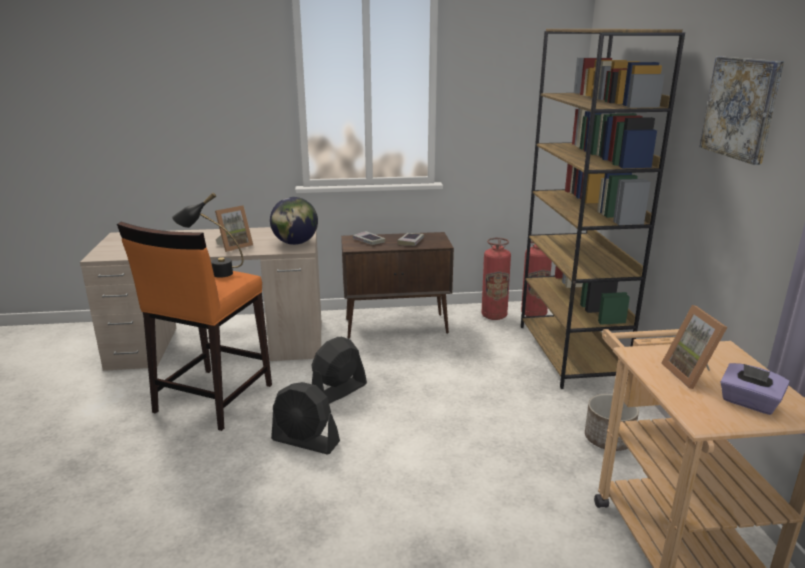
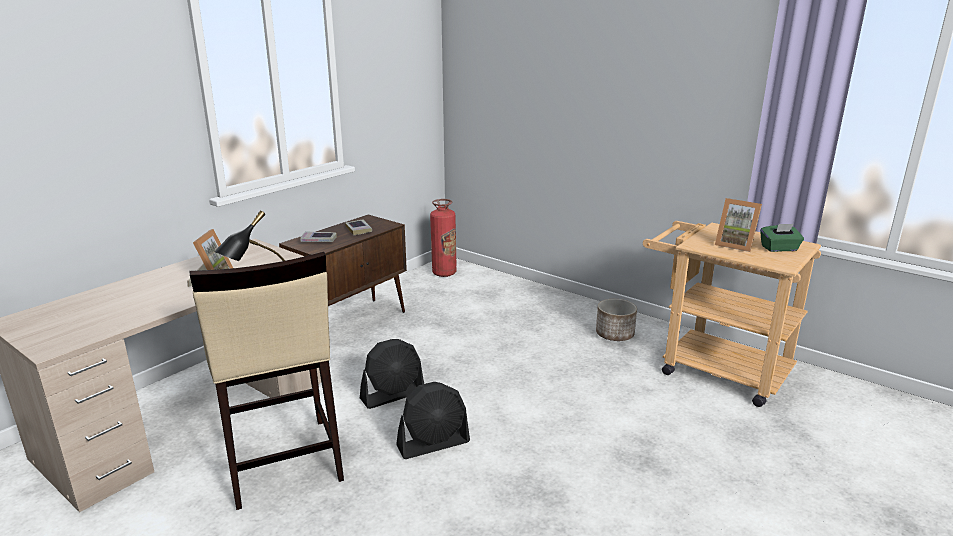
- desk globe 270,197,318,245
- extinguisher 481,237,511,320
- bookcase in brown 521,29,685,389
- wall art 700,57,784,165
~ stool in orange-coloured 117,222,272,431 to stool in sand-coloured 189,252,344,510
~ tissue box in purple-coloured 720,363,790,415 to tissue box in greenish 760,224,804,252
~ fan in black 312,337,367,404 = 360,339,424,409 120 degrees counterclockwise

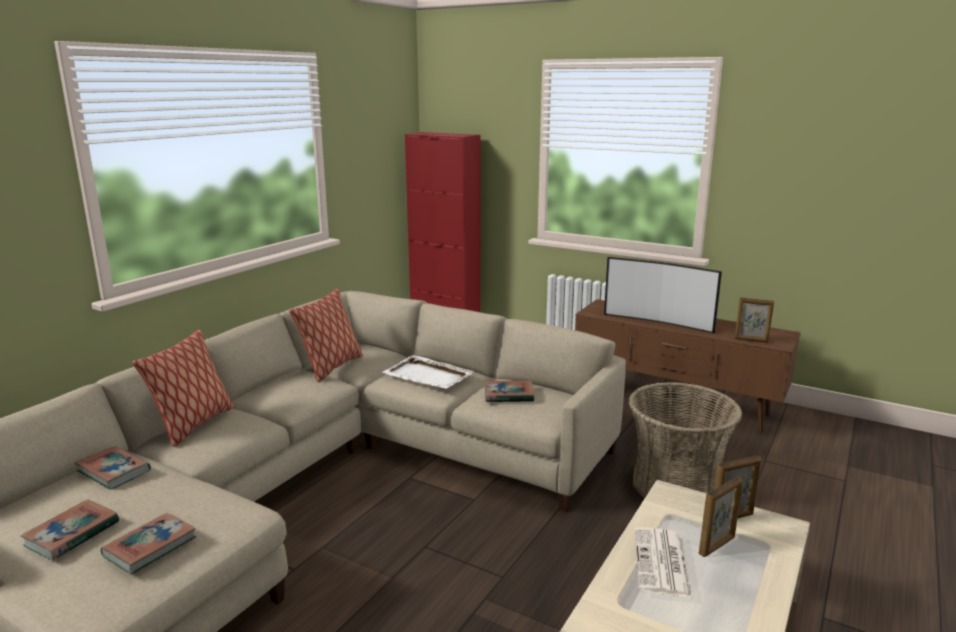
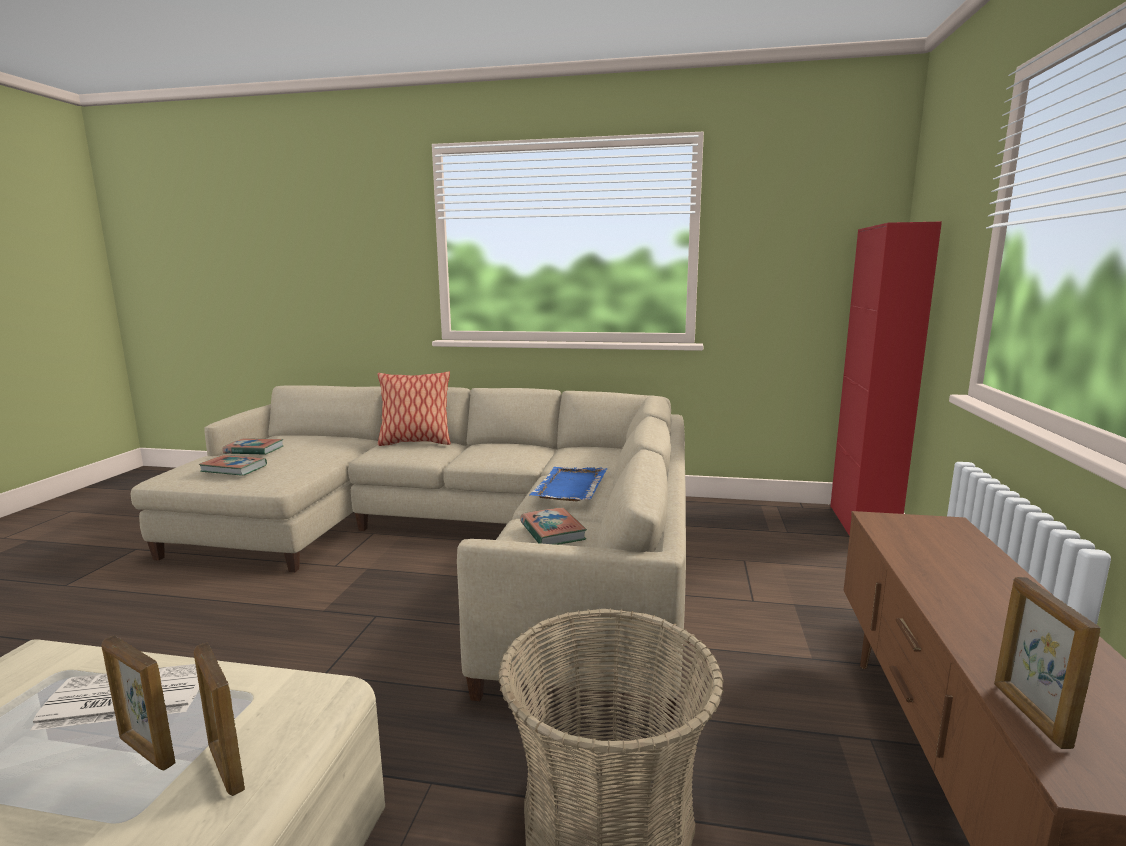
- volume 74,446,151,490
- pillow 289,289,363,382
- TV 604,257,722,333
~ carrying tray in white 382,355,475,389 to carrying tray in bluish 529,467,608,501

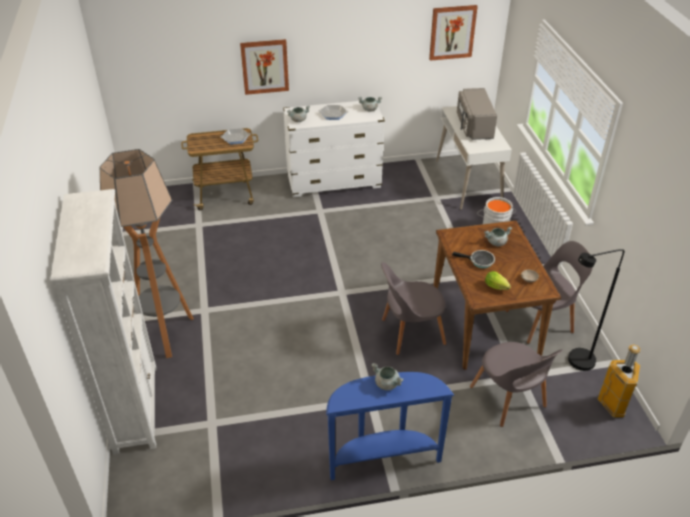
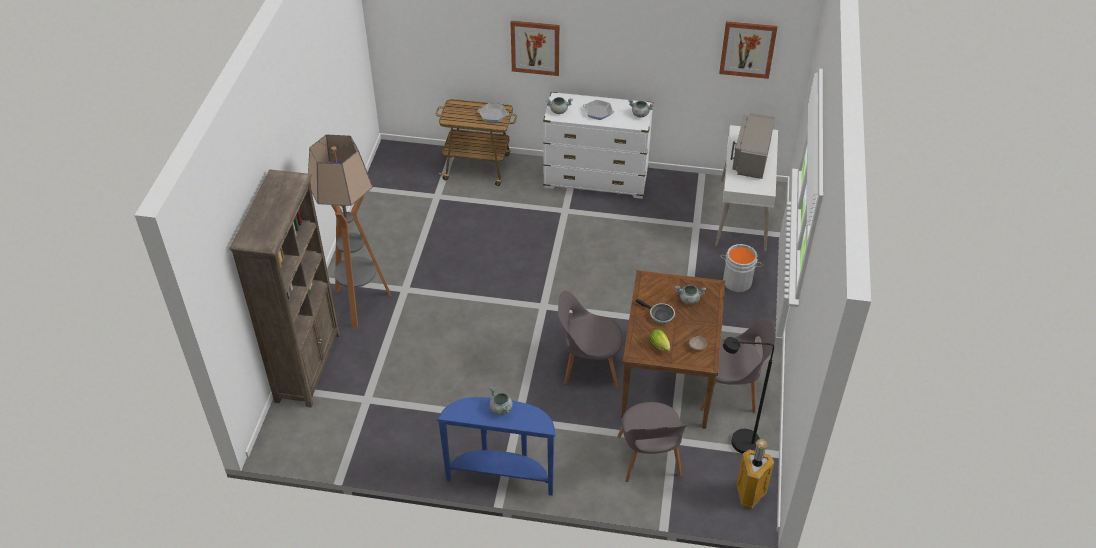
~ bookcase in white 51,189,156,455 to bookcase in brown 230,169,340,408

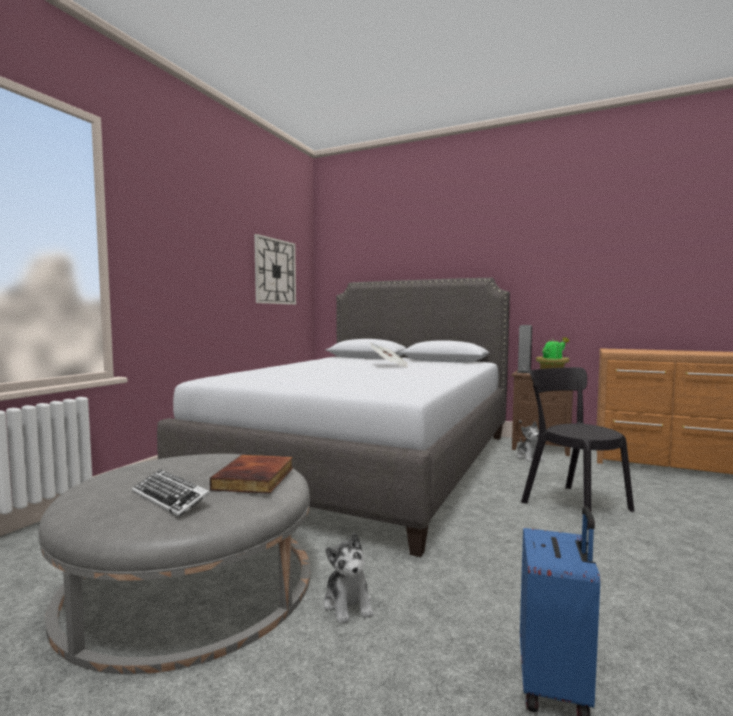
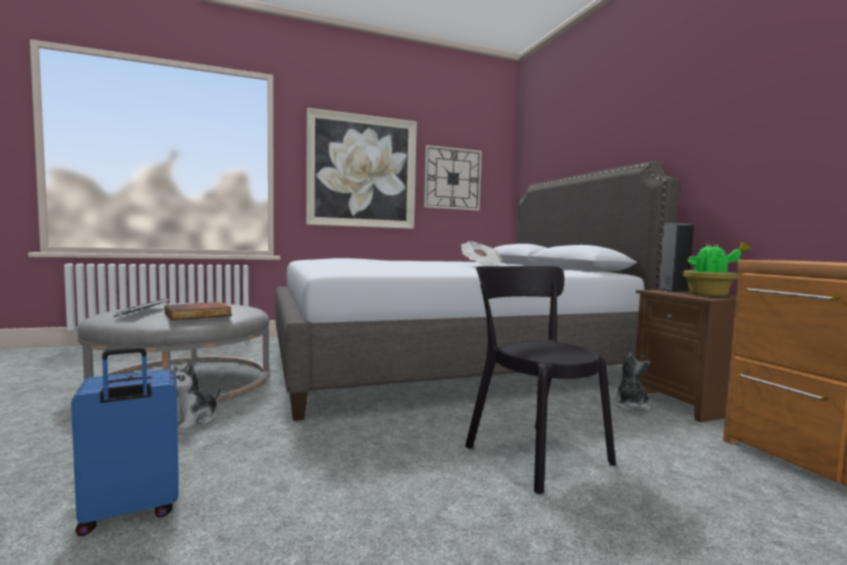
+ wall art 306,108,417,229
~ soft toy 517,421,544,462 = 613,353,650,411 150 degrees clockwise
~ upright chair in black 521,367,634,530 = 465,266,616,494 45 degrees counterclockwise

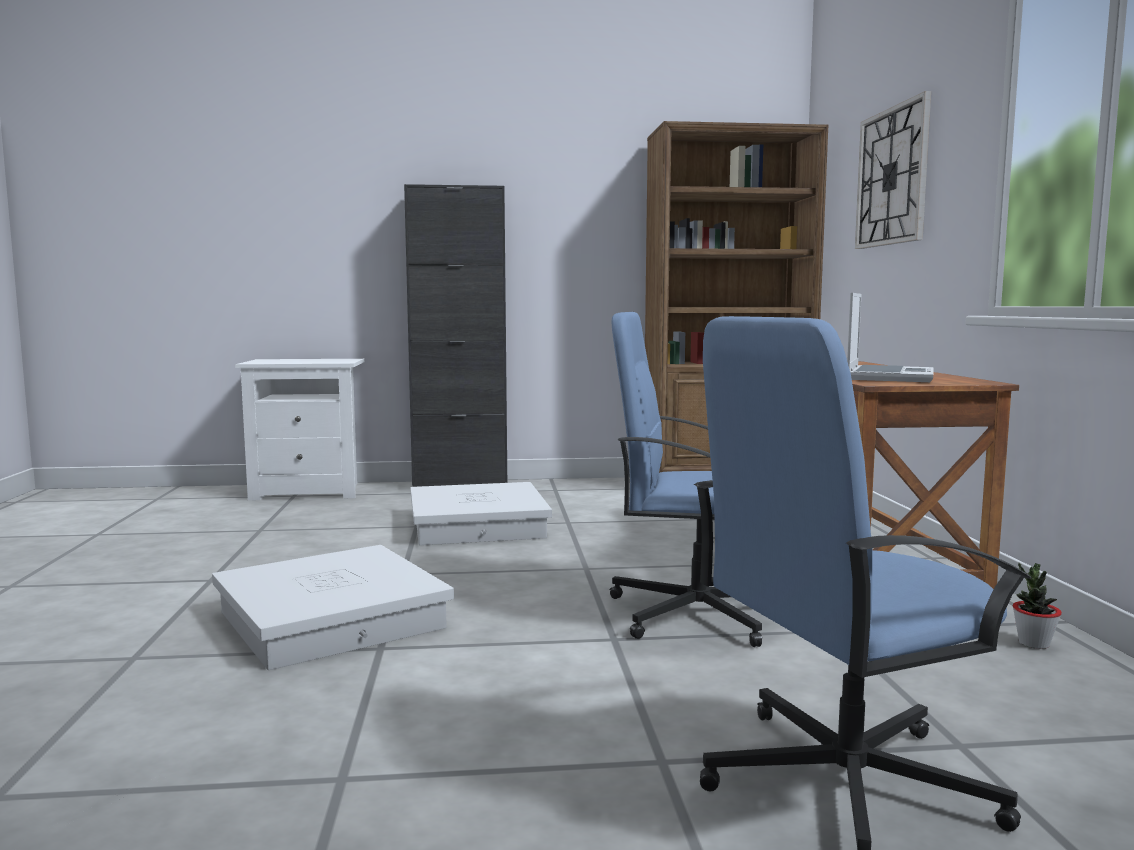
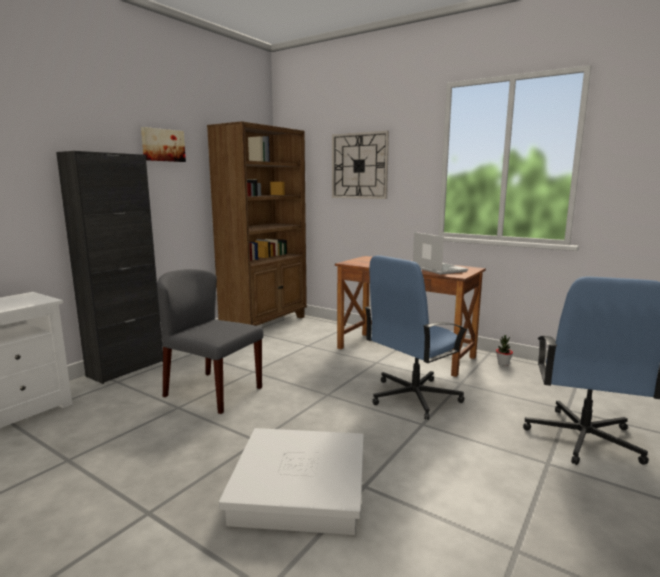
+ wall art 141,127,186,162
~ storage bin in white 411,482,552,545 to upright chair in grey 157,269,263,414

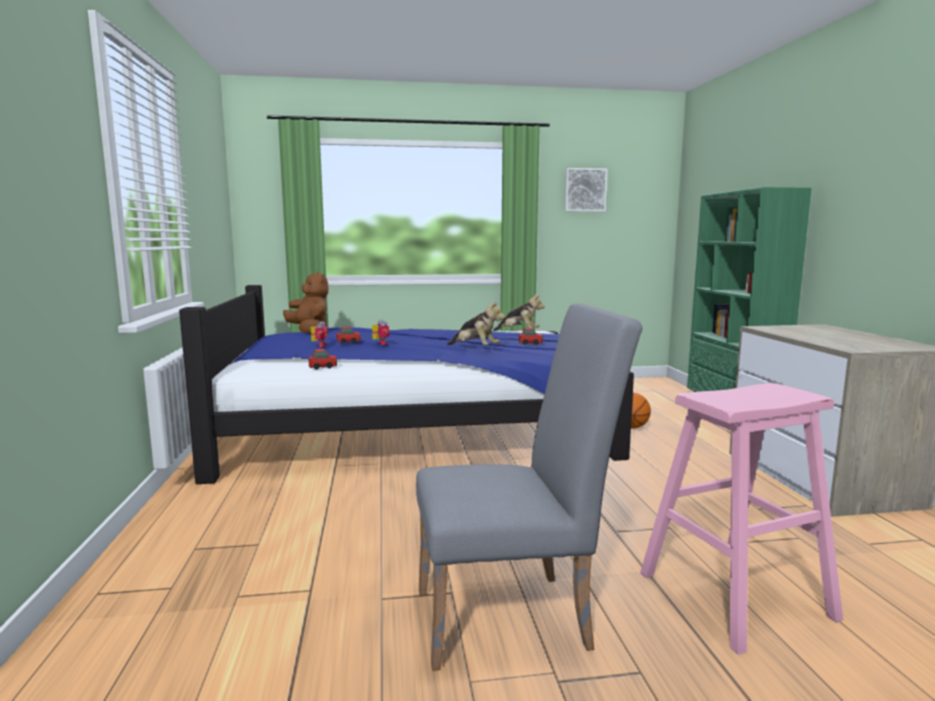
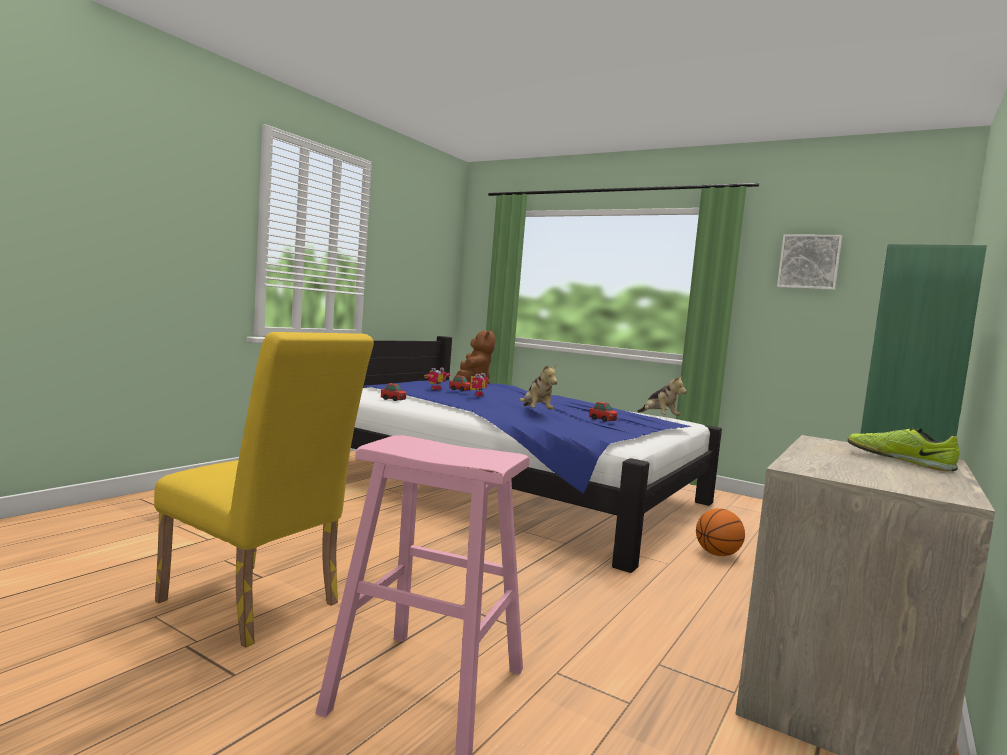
+ shoe 848,428,960,471
~ upright chair in grey 416,303,642,671 to upright chair in yellow 154,332,374,648

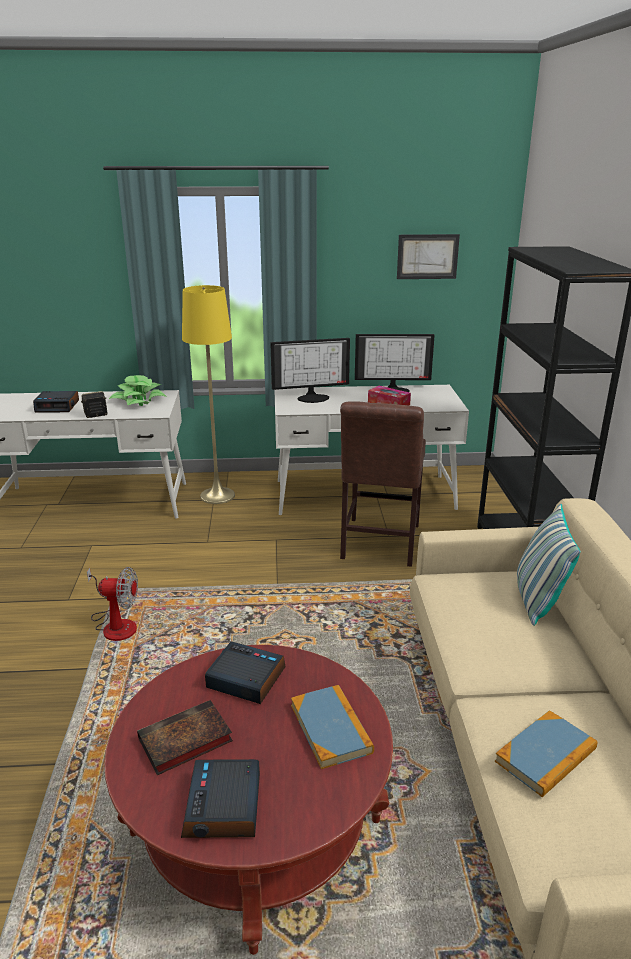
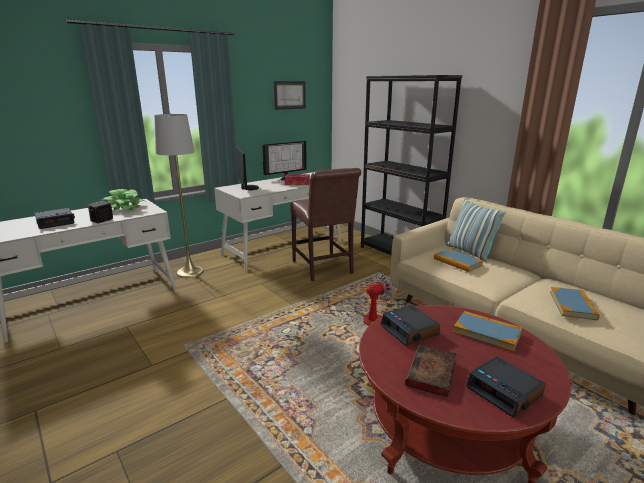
+ volume 434,249,483,272
~ fan 87,567,138,641 to 324,274,393,326
~ standing lamp in yellow 182,285,235,504 to standing lamp in grey 154,114,203,278
~ table clock 205,641,285,704 = 380,305,440,346 105 degrees counterclockwise
~ monitor 270,338,350,403 = 236,146,259,190 60 degrees counterclockwise

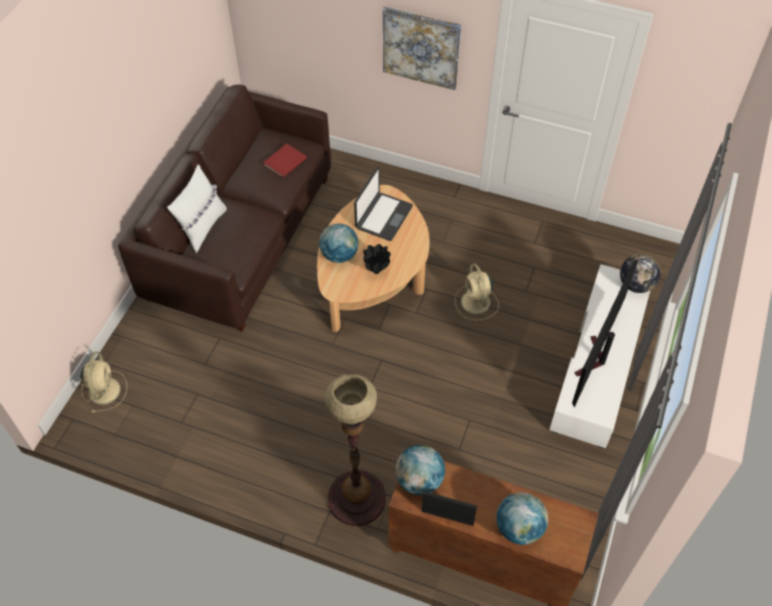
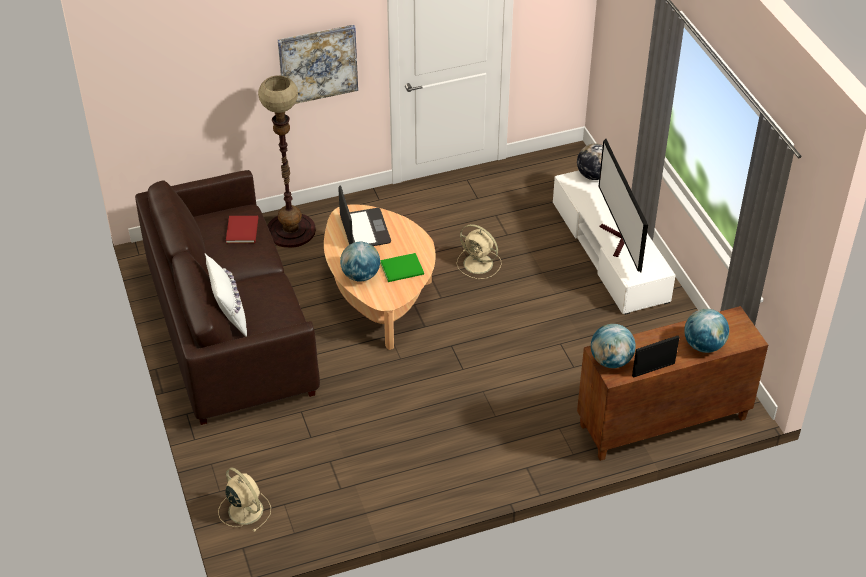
~ standing lamp 325,373,386,526 to 258,75,316,248
~ flower vase in black 363,244,391,274 to volume in greenish 380,253,424,282

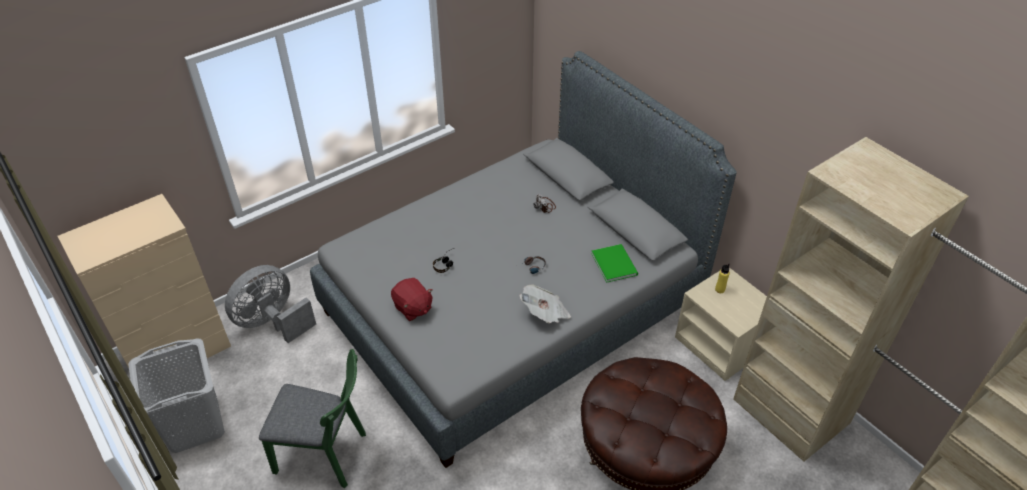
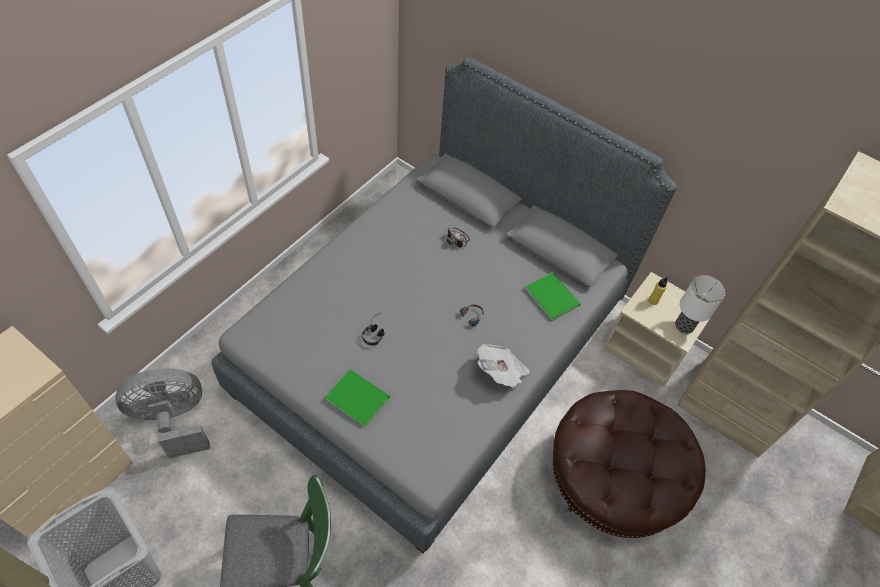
+ tabletop lamp 675,275,725,334
~ soft toy in reddish 391,278,433,321 to volume in greenish 325,370,390,427
~ fan in grey 225,265,316,343 = 115,368,210,459 45 degrees clockwise

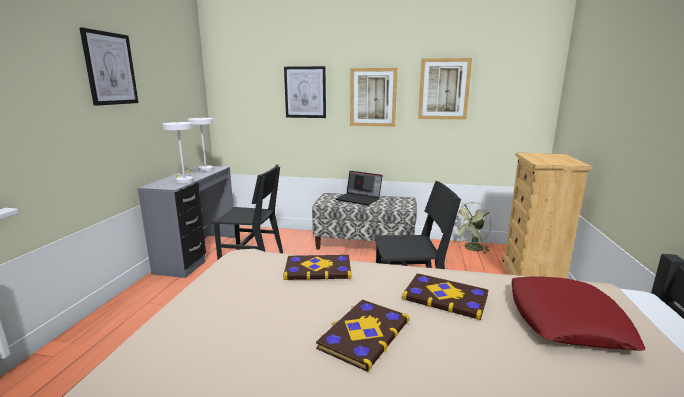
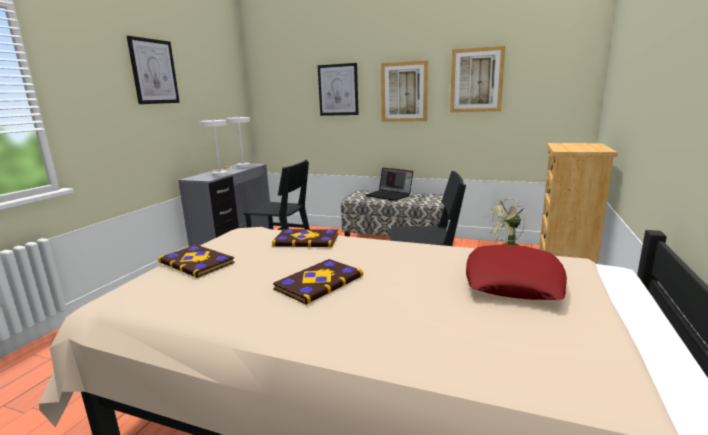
~ volume 402,273,489,320 to 158,245,235,278

